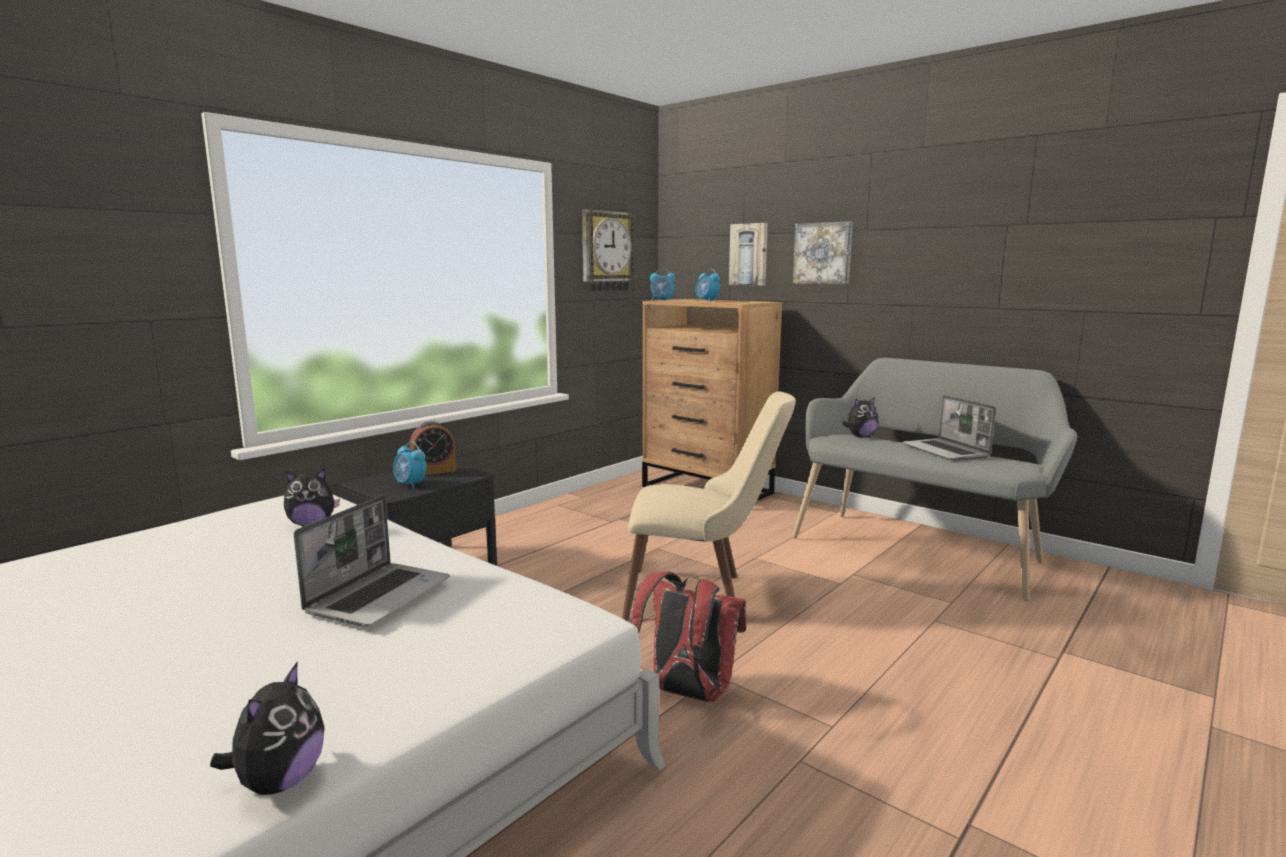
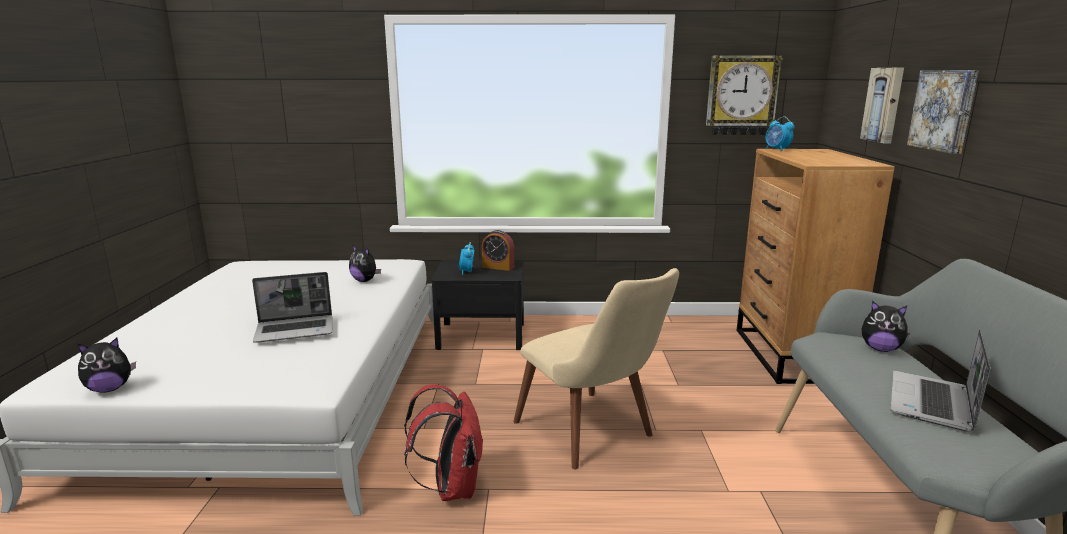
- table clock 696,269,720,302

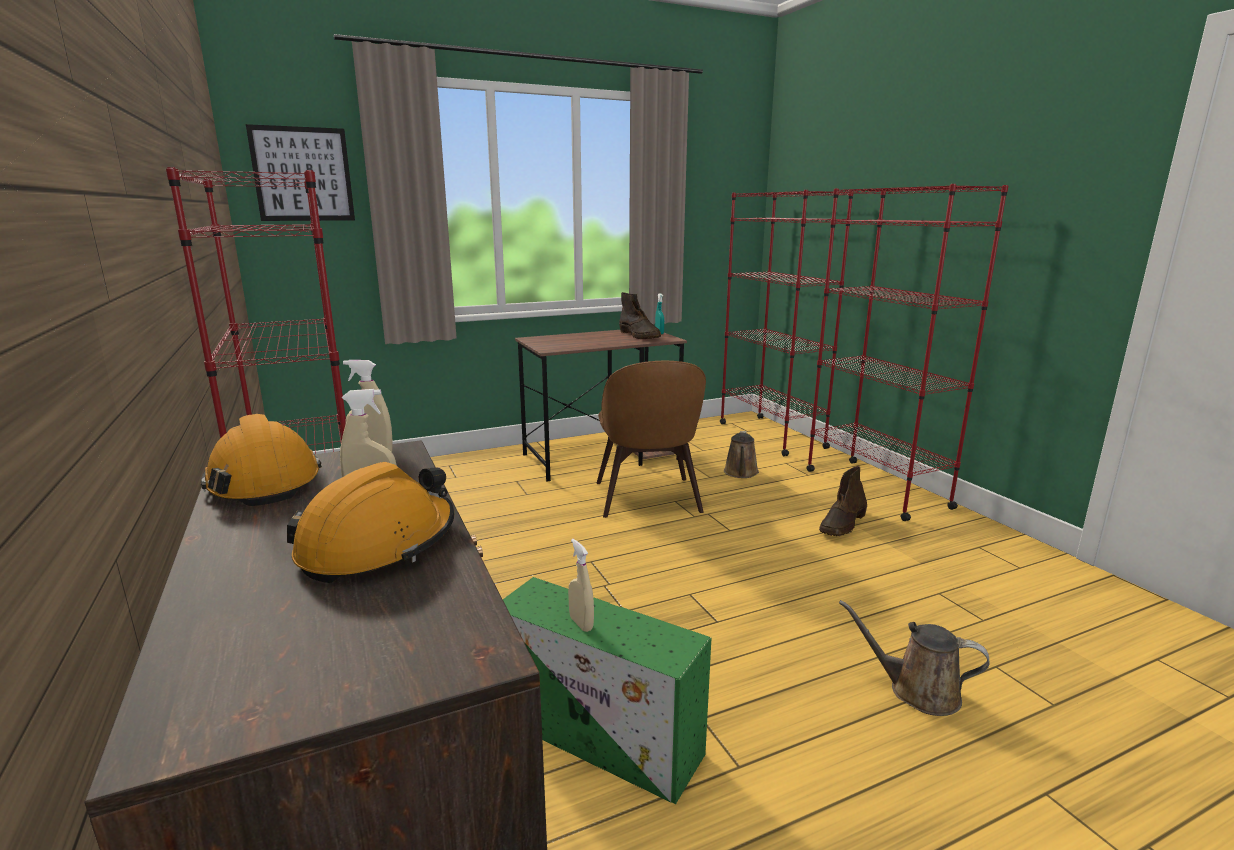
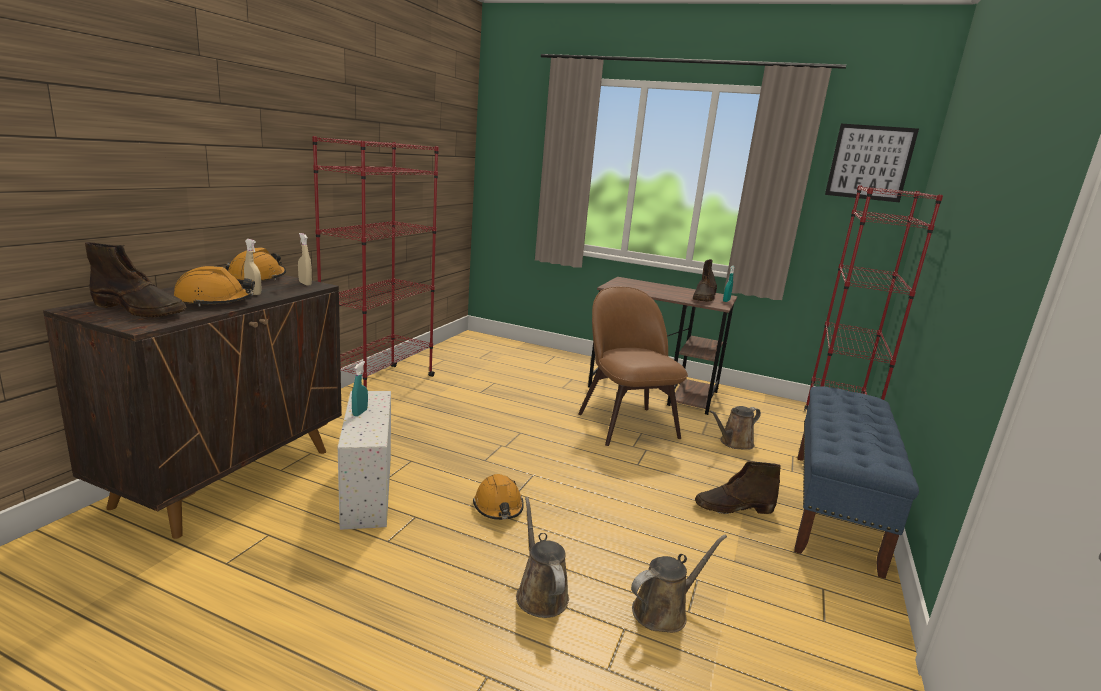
+ high-top boot in brown 85,242,186,317
+ work helmet in orange-coloured 473,474,524,520
+ sprinkling can in brown 631,535,727,633
~ wall art 246,124,355,221 to 825,124,919,203
~ bookcase in reddish 806,184,1008,521 to indoor bench in bluish 794,386,919,579
~ storage bin in greenish 503,577,711,804 to storage bin in white 338,391,391,530
~ sprayer in sand-coloured 568,539,594,632 to sprayer in turquoise-coloured 352,361,368,416
~ upright chair in brown 596,361,706,518 = 578,287,688,446 120 degrees clockwise

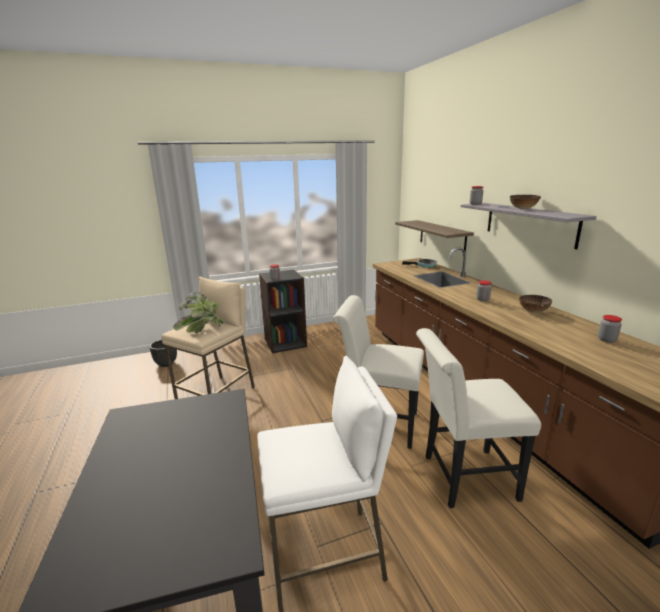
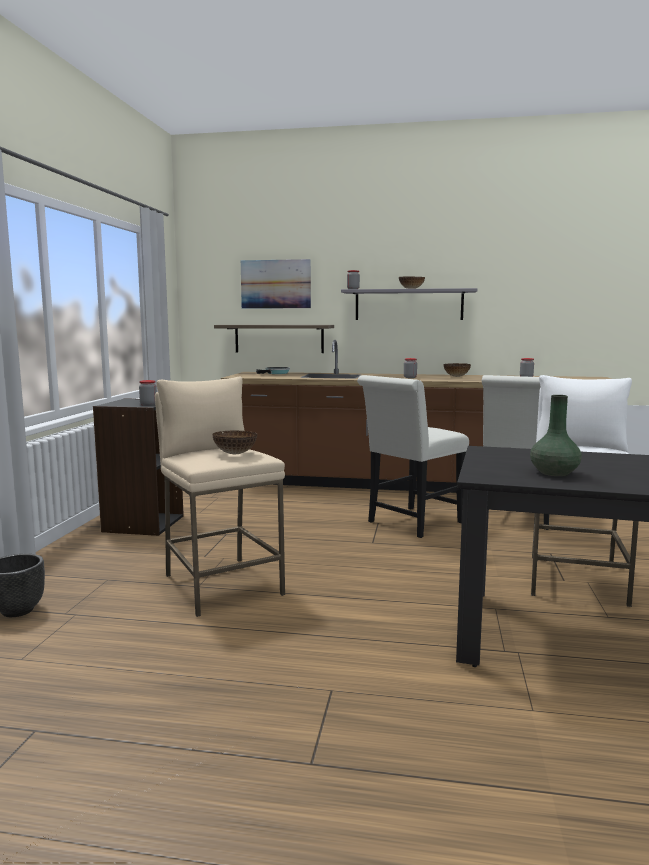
+ wall art 241,259,311,309
+ flower vase in greenish 530,395,582,476
~ plant in a pot 173,292,224,333 to bowl 212,431,258,454

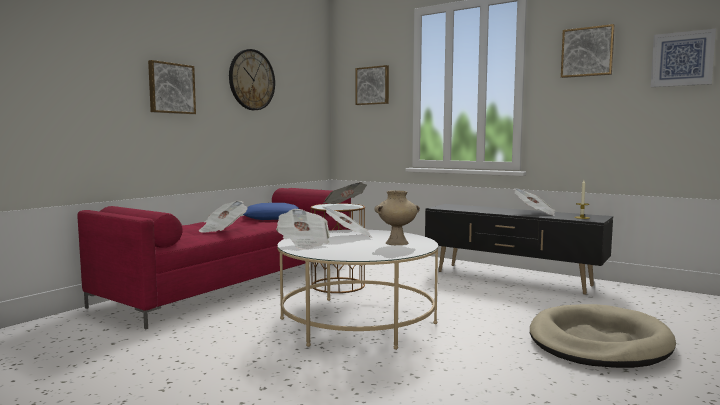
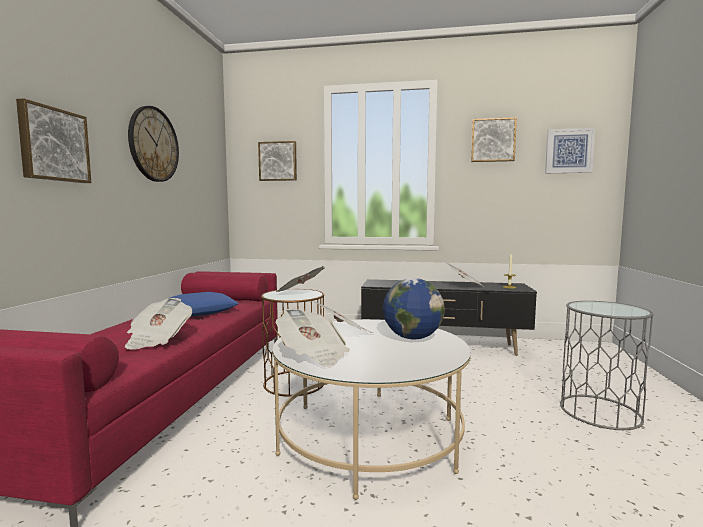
~ flower vase in sand-coloured 374,191,420,245 to desk globe 383,278,445,340
~ dog cushion in sand-coloured 530,304,676,368 to accent table in grey 560,301,654,430

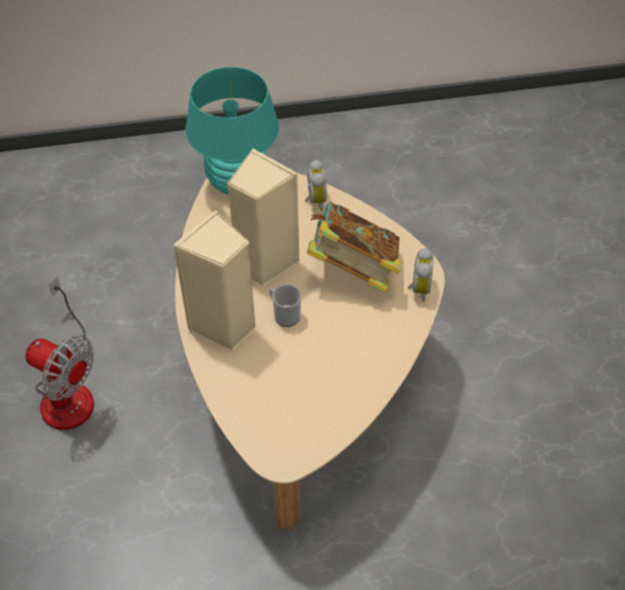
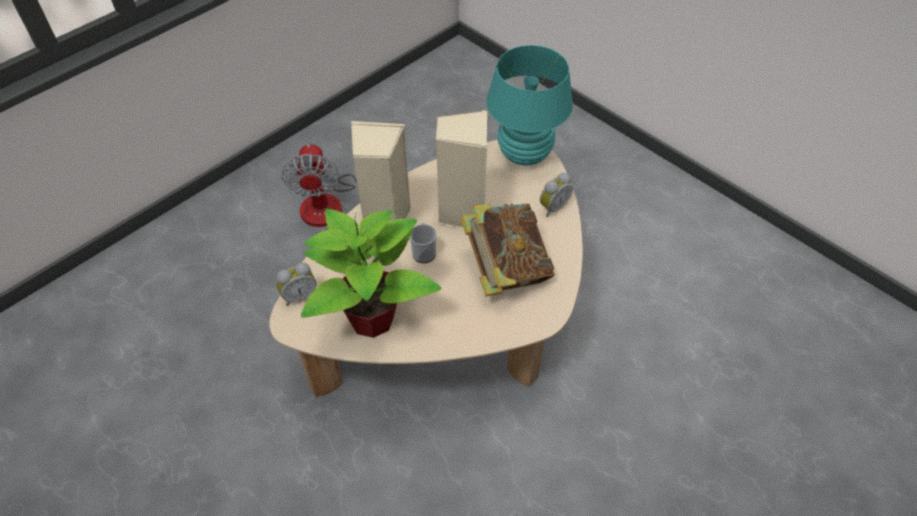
+ plant in a pot 301,209,441,338
~ table clock 408,248,433,302 to 276,262,316,306

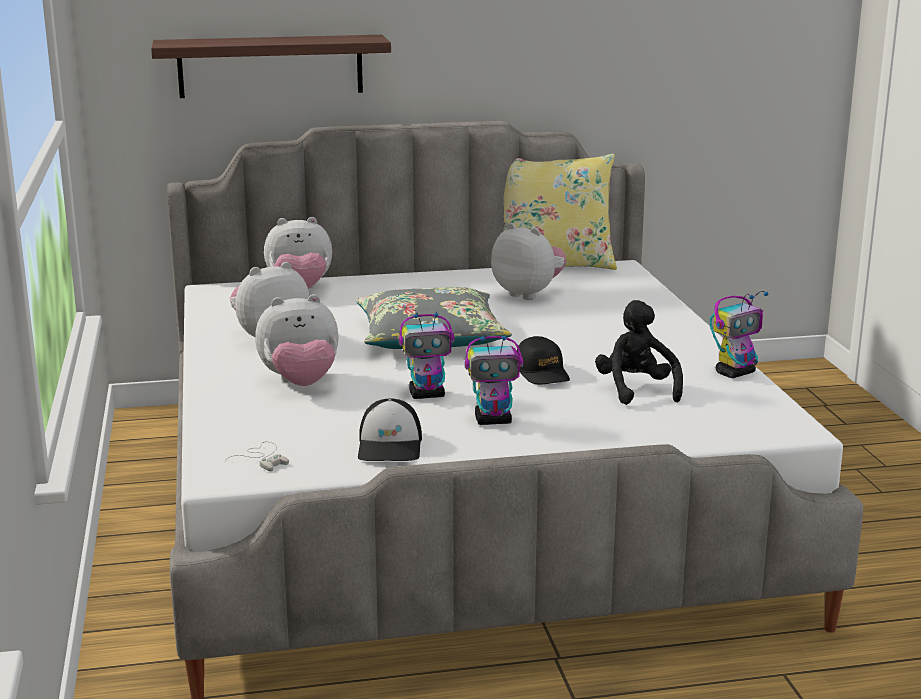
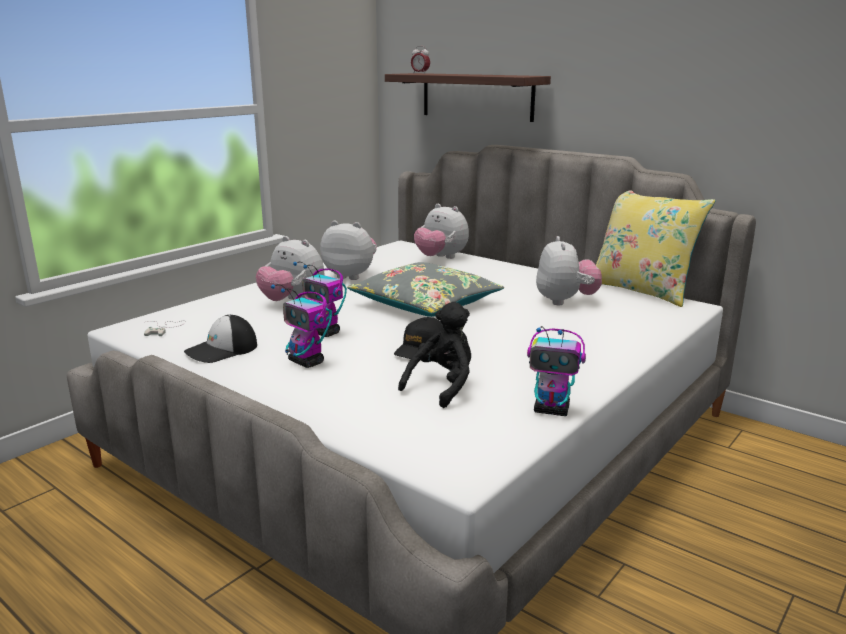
+ table clock 411,46,430,74

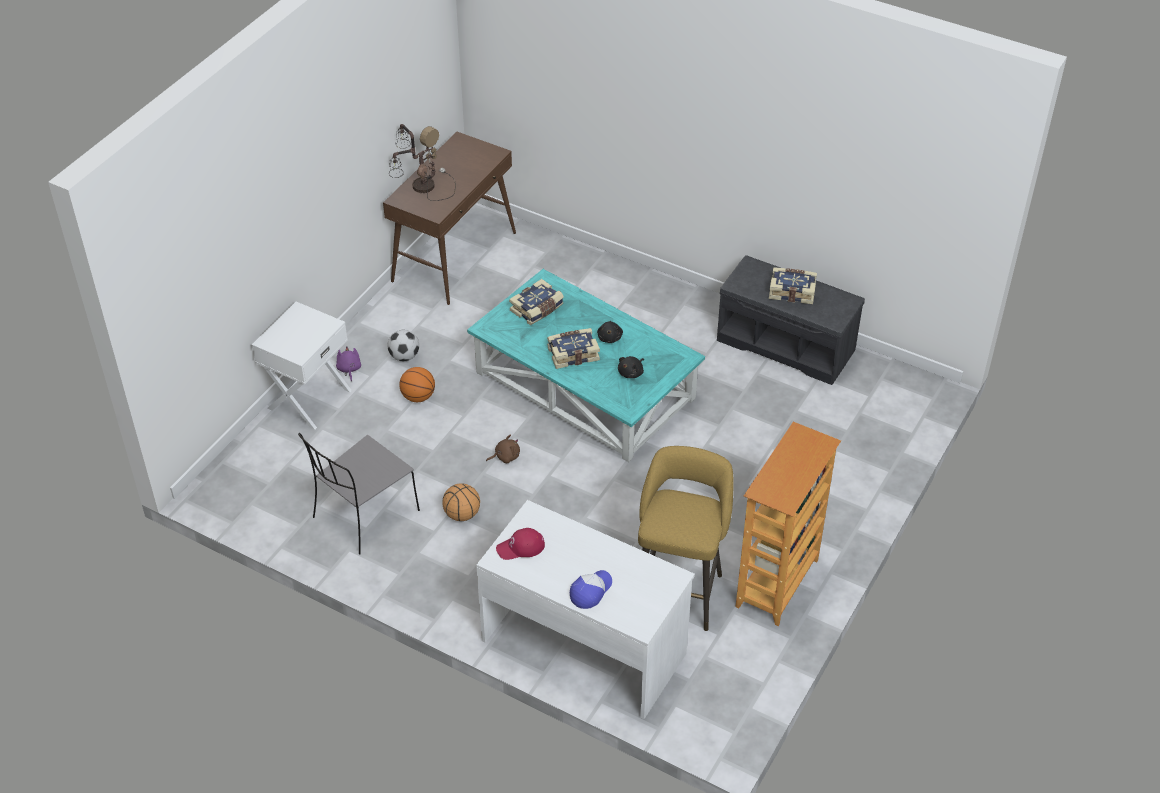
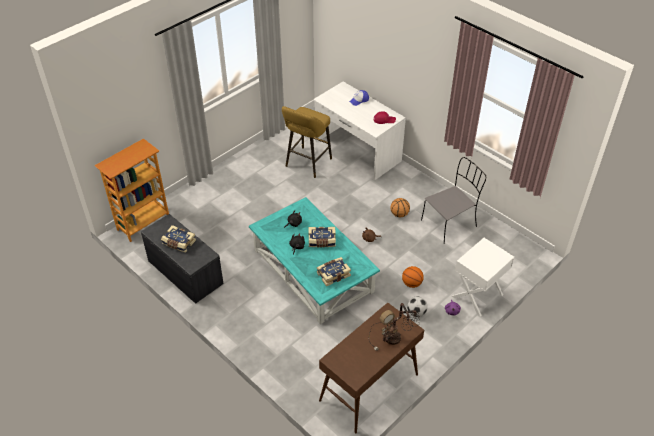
~ bookcase 736,422,841,626 to 94,138,169,242

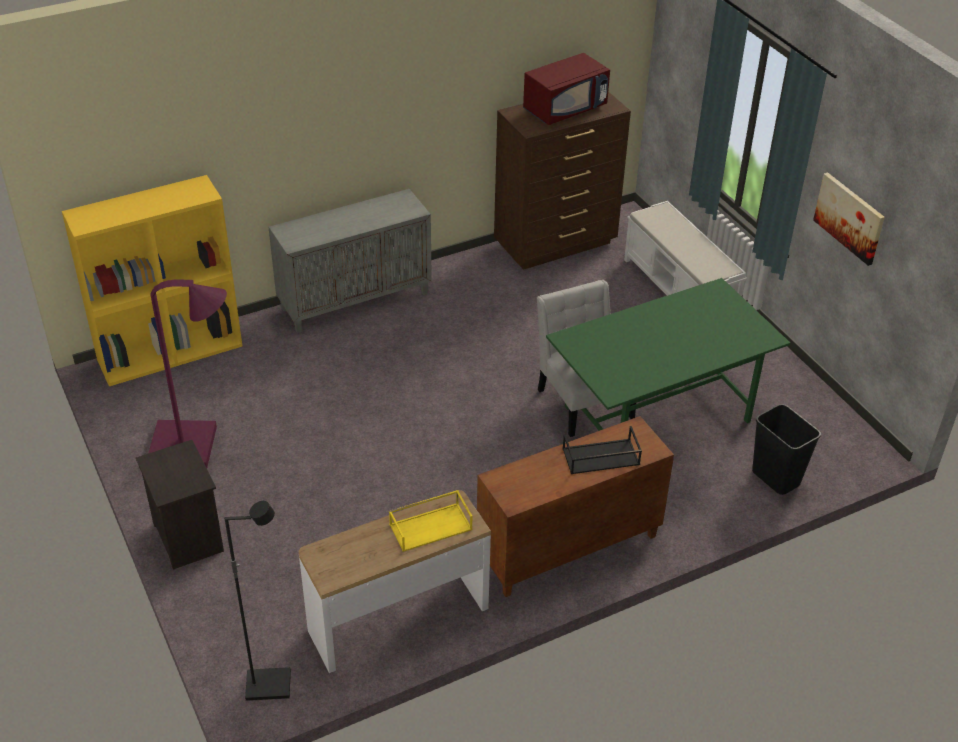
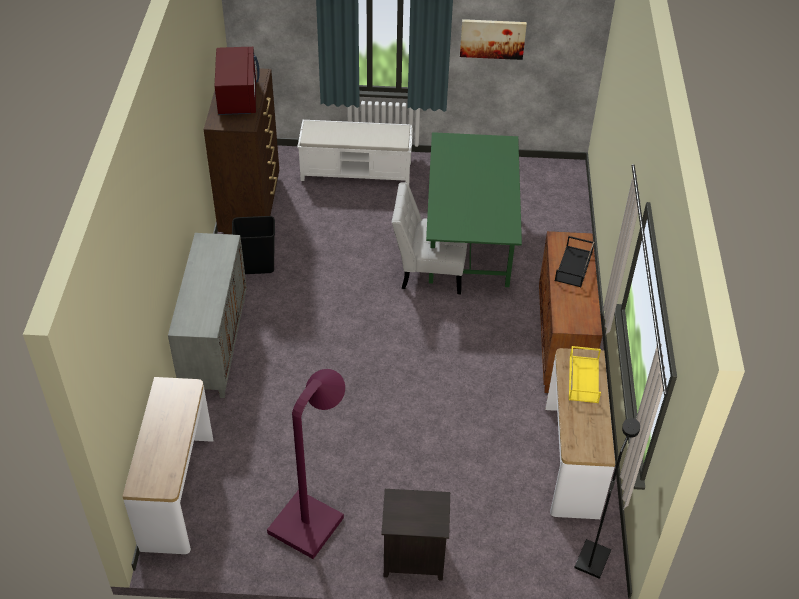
~ trash can in black 752,404,821,495 to 232,216,275,274
~ bookcase in yellow 62,175,242,386 to hall table 122,377,213,554

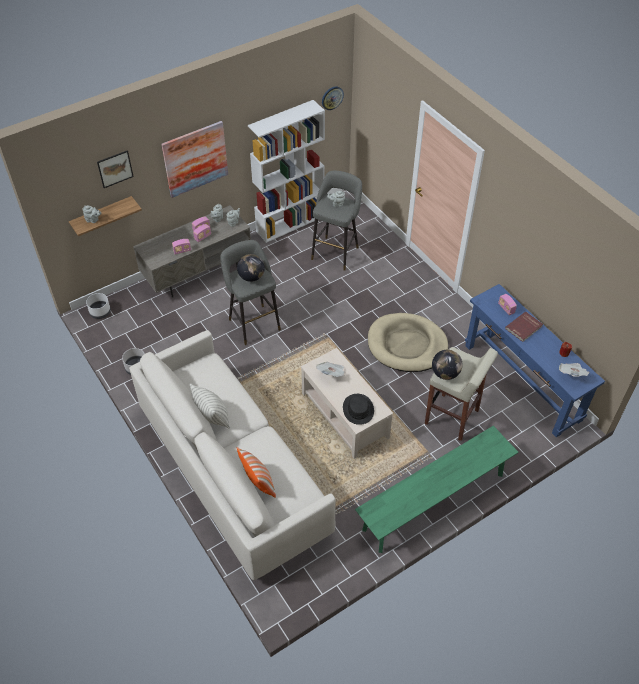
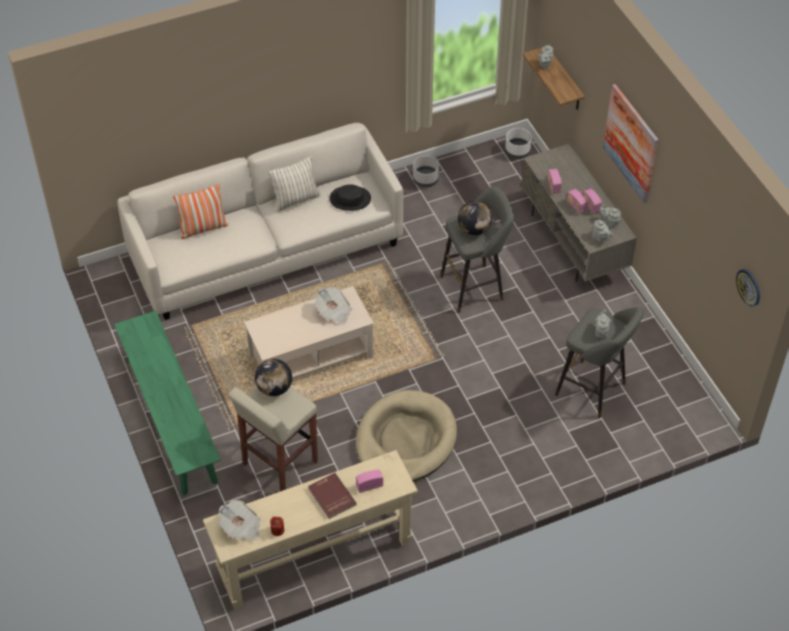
- wall art 97,150,134,188
- bookcase in white 248,100,325,243
~ clothing hat in black 343,394,374,425 to 329,184,371,211
~ hall table in bluish 465,284,605,438 to hall table in sand-coloured 203,450,418,609

